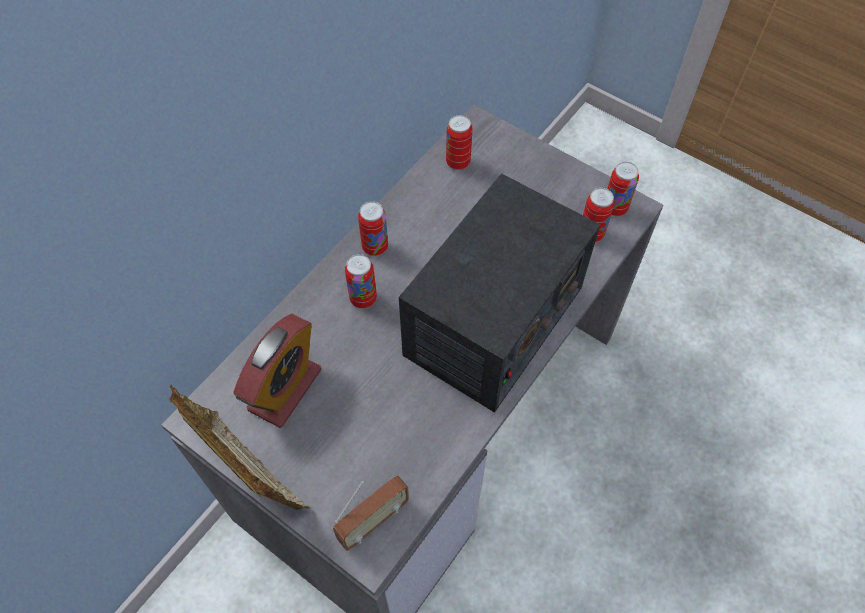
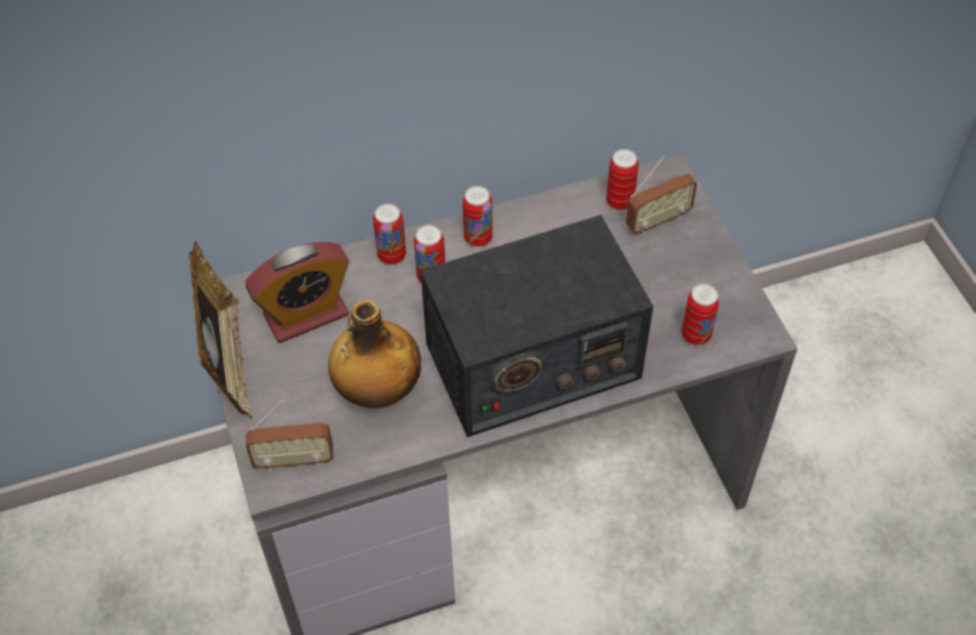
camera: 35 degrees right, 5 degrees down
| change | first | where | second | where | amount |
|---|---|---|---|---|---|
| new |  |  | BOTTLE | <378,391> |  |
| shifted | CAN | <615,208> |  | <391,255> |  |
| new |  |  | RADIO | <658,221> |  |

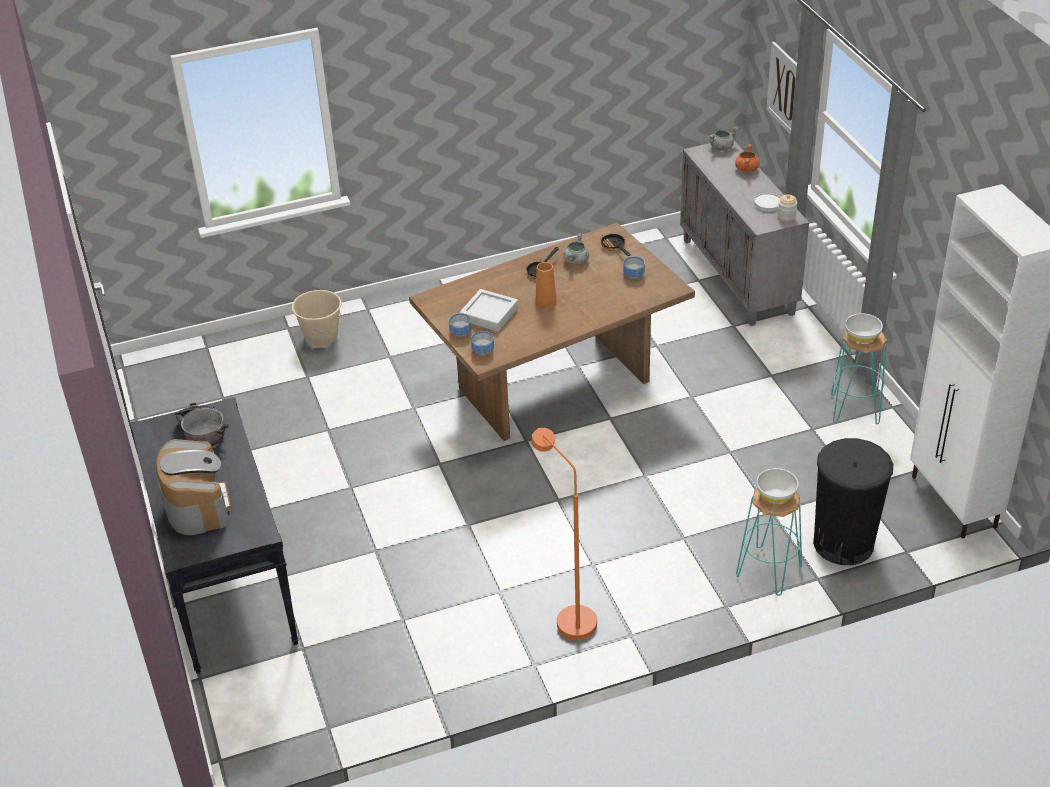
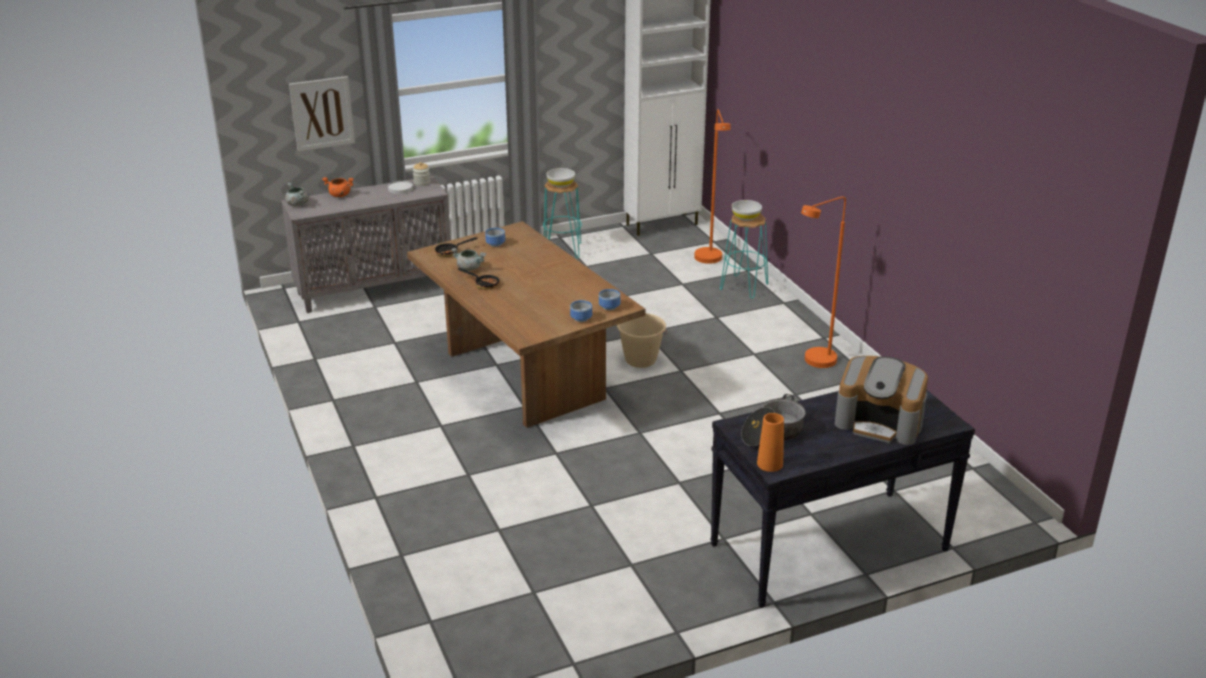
camera: 95 degrees left, 10 degrees down
| change | first | where | second | where | amount |
|---|---|---|---|---|---|
| shifted | BEIGE BUCKET | <321,337> |  | <640,360> |  |
| swapped | BLACK TRASH CAN | <843,543> | ORANGE FLOOR LAMP | <710,261> |  |
| shifted | ORANGE VASE | <546,302> |  | <770,464> |  |
| rotated | COFFEE MACHINE | <197,504> |  | <879,422> | 135 degrees counterclockwise |
| gone | GREY TRAY | <489,314> |  |  |  |

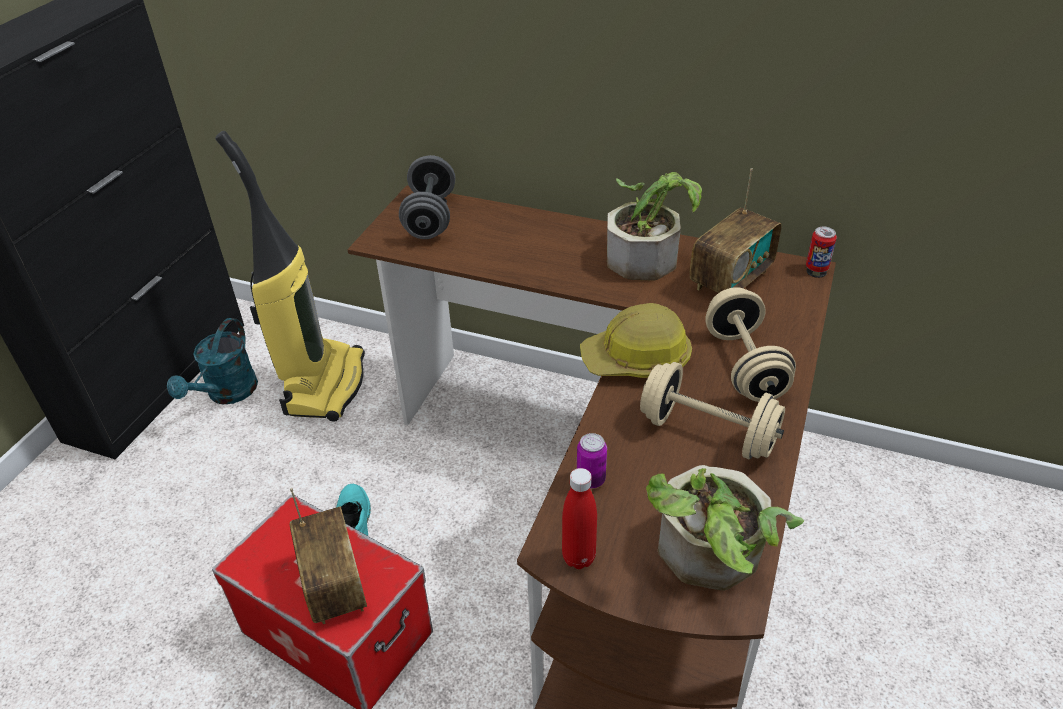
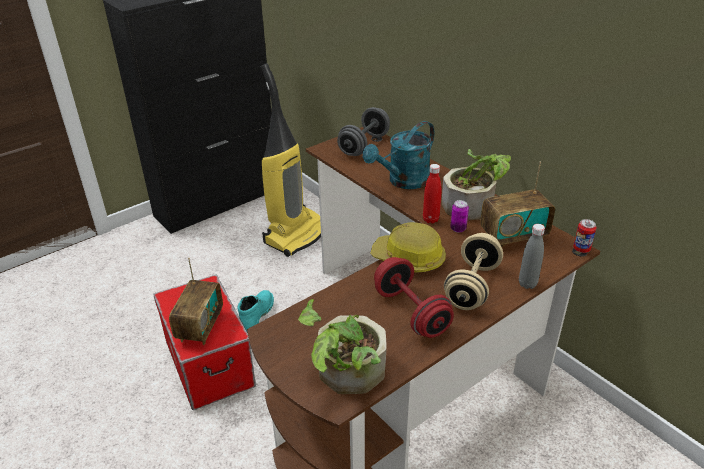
camera: 30 degrees right, 5 degrees down
| change | first | where | second | where | amount |
|---|---|---|---|---|---|
| shifted | TURQUOISE WATERING CAN | <227,394> |  | <403,182> |  |
| repainted | BEIGE DUMBBELL | <707,433> | RED DUMBBELL | <411,312> |  |
| shifted | RED BOTTLE | <578,557> |  | <430,219> |  |
| shifted | CAN | <591,479> |  | <458,229> |  |
| new |  |  | GREY BOTTLE | <527,284> |  |

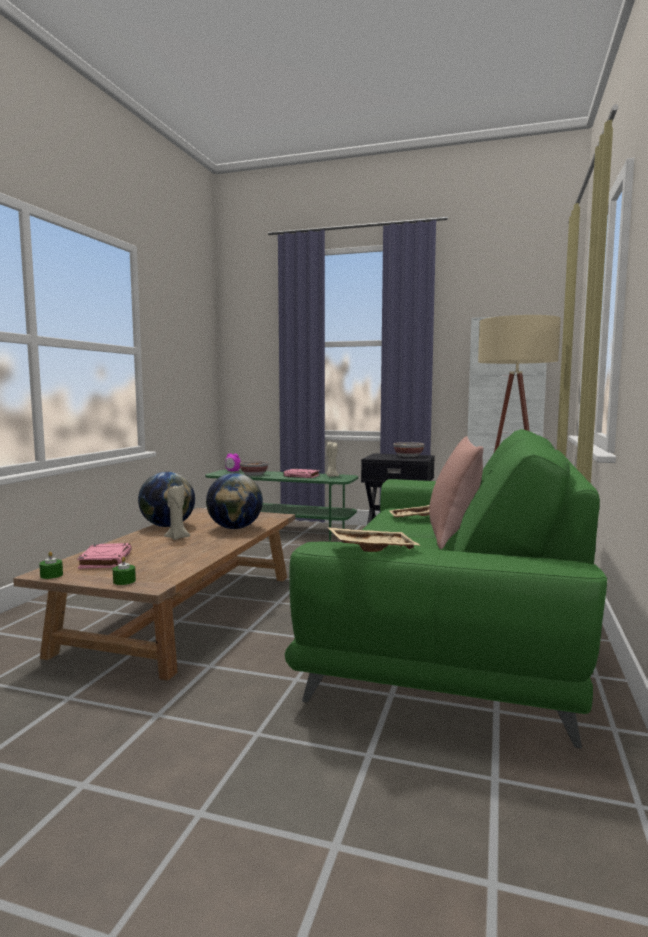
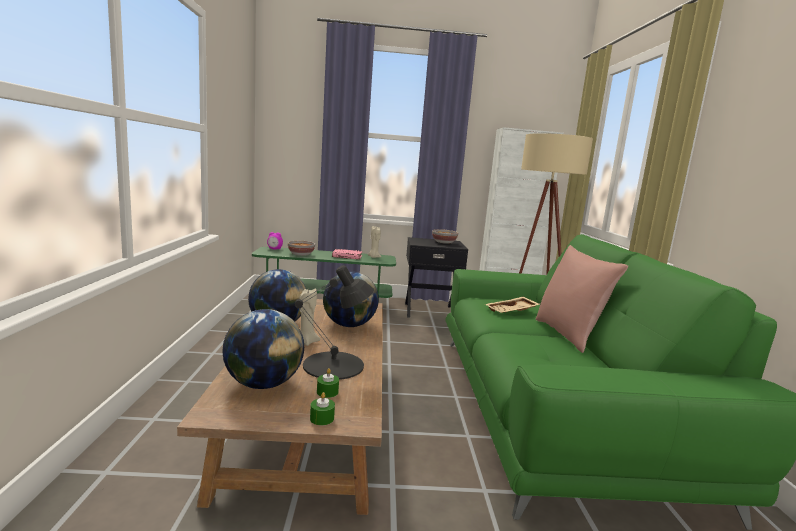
camera: 20 degrees left, 5 degrees up
| change | first | where | second | where | amount |
|---|---|---|---|---|---|
| swapped | PINK BOOK | <105,560> | GLOBE | <263,384> |  |
| new |  |  | BLACK TABLE LAMP | <334,365> |  |
| shifted | GREEN CANDLE | <51,575> |  | <327,392> |  |
| gone | BEIGE TRAY | <372,548> |  |  |  |

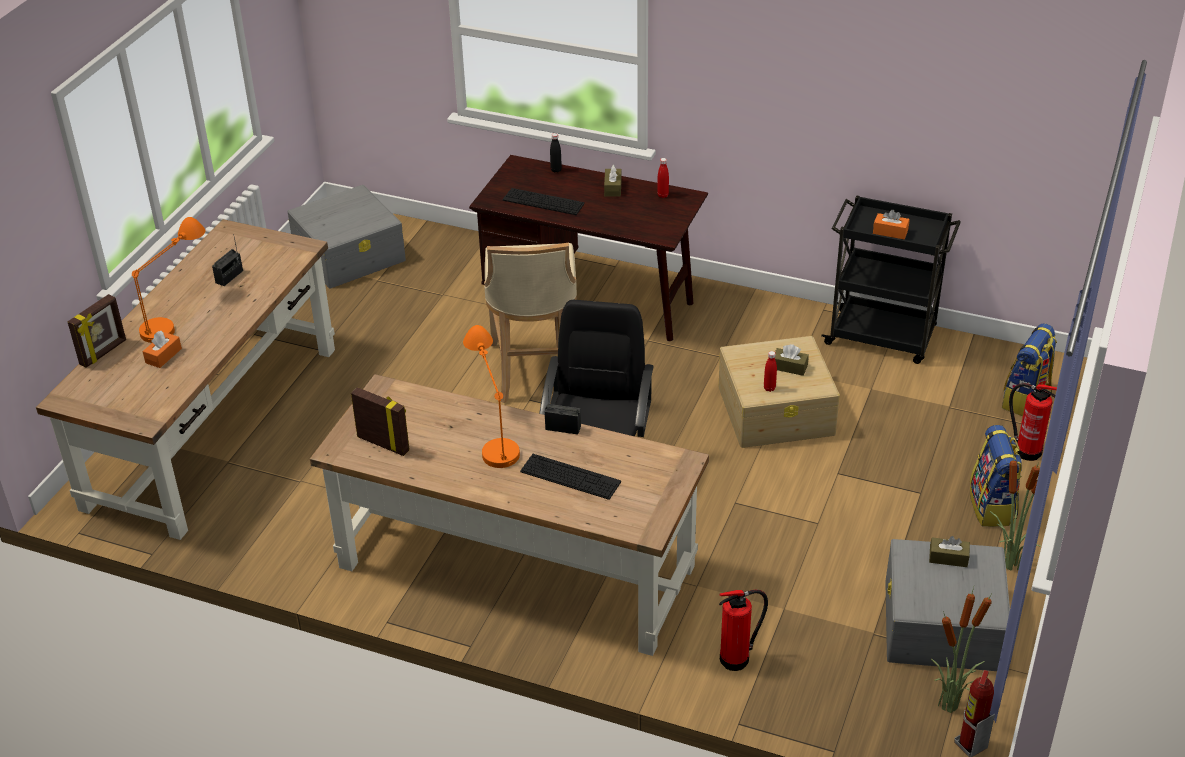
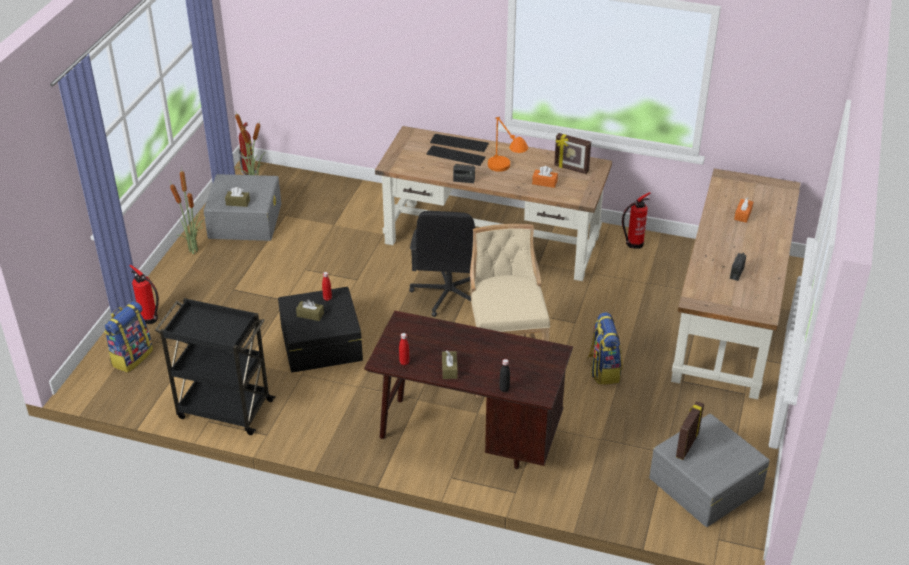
camera: 175 degrees right, 0 degrees up
| change | first | where | second | where | amount |
|---|---|---|---|---|---|
| repainted | BEIGE STORAGE BOX | <777,410> | BLACK STORAGE BOX | <320,343> |  |
| shifted | KEYBOARD | <543,202> |  | <459,143> |  |
| shifted | ORANGE TISSUE BOX | <890,232> |  | <544,182> |  |
| shifted | BACKPACK | <992,507> |  | <603,370> |  |
| shifted | FIRE EXTINGUISHER | <737,658> |  | <633,244> |  |
| shifted | PICTURE FRAME | <103,353> |  | <686,445> |  |
| gone | ORANGE TABLE LAMP | <177,315> |  |  |  |

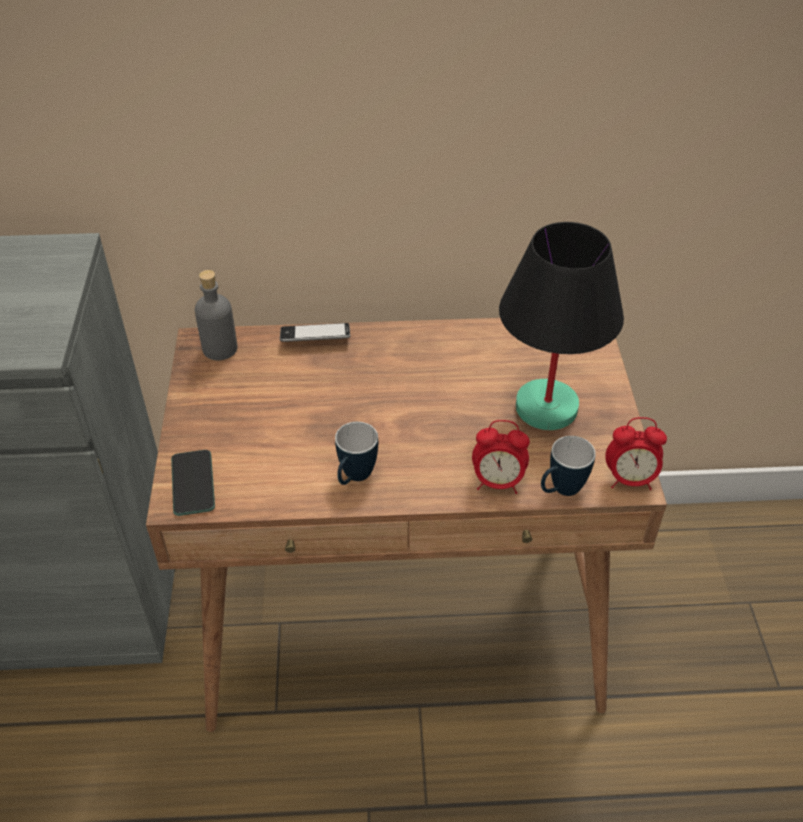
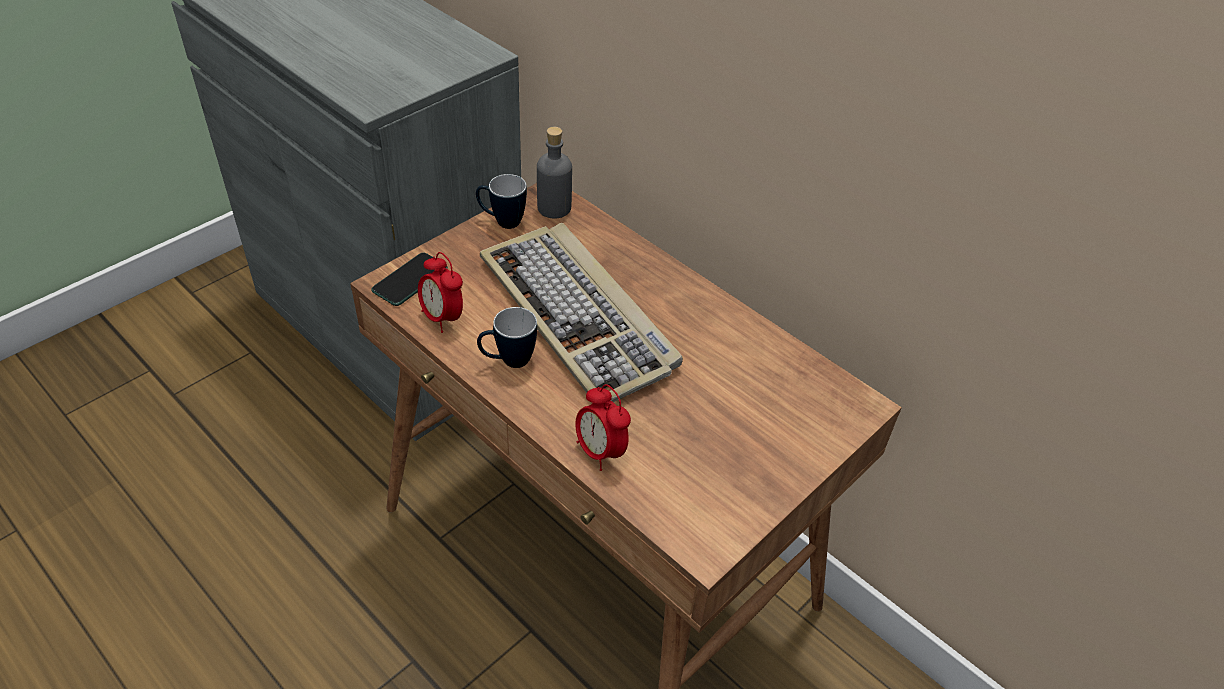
camera: 45 degrees right, 0 degrees up
| change | first | where | second | where | amount |
|---|---|---|---|---|---|
| shifted | ALARM CLOCK | <629,480> |  | <442,318> |  |
| shifted | MUG | <560,491> |  | <502,221> |  |
| new |  |  | KEYBOARD | <579,316> |  |
| gone | PHONE | <315,337> |  |  |  |
| gone | BLACK TABLE LAMP | <545,408> |  |  |  |

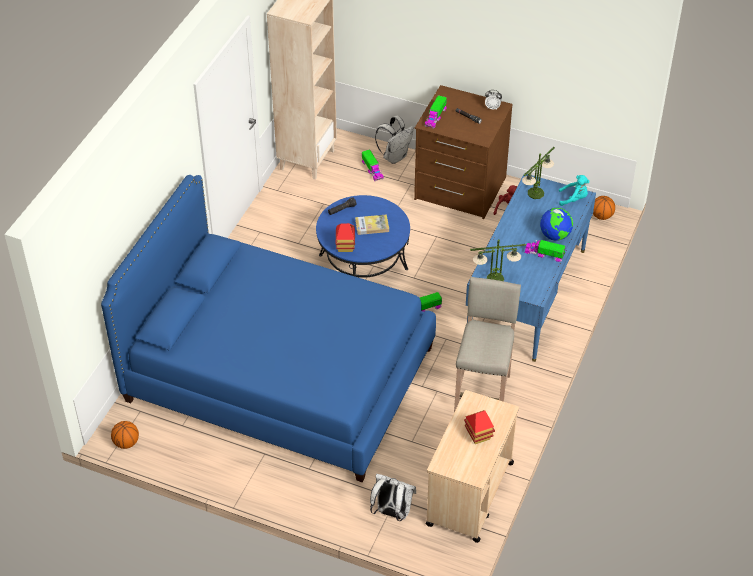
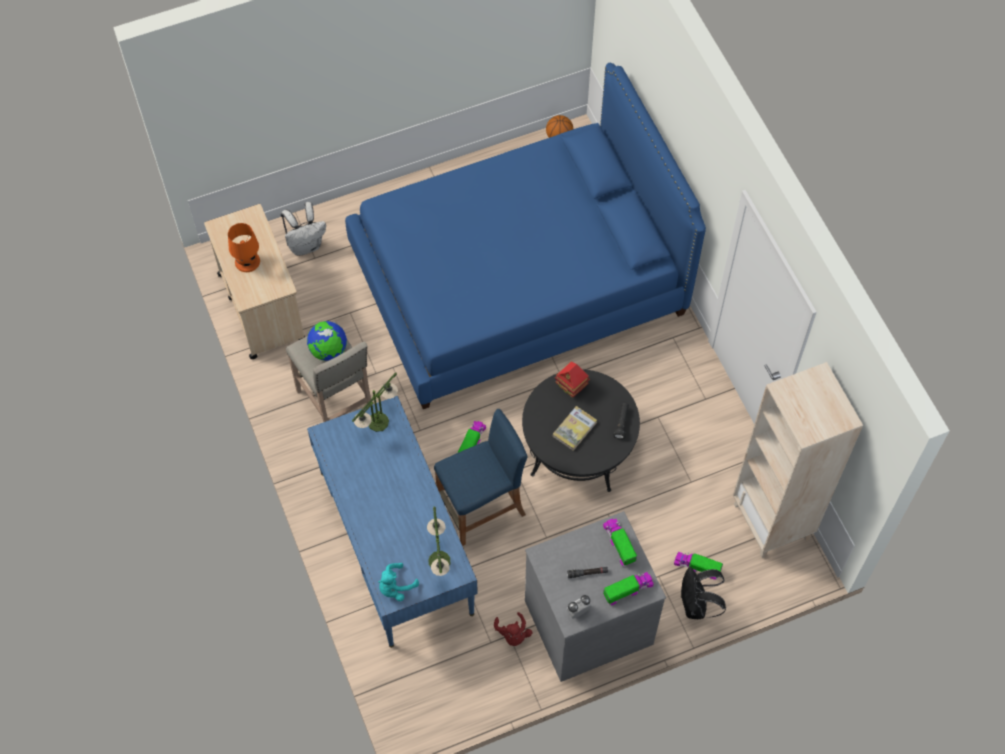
camera: 135 degrees right, 15 degrees up
| change | first | where | second | where | amount |
|---|---|---|---|---|---|
| swapped | TOY HOUSE | <478,435> | ORANGE TABLE LAMP | <247,261> |  |
| shifted | GLOBE | <555,235> |  | <328,350> |  |
| new |  |  | BLUE STOOL | <481,508> |  |
| repainted | BLUE COFFEE TABLE | <363,262> | BLACK COFFEE TABLE | <578,447> |  |
| repainted | BROWN DRESSER | <459,189> | GREY DRESSER | <587,620> |  |
| shifted | TOY TRUCK | <544,254> |  | <627,590> |  |
| repainted | WHITE BACKPACK | <395,156> | BLACK BACKPACK | <696,606> |  |
| gone | BASKETBALL | <602,216> |  |  |  |

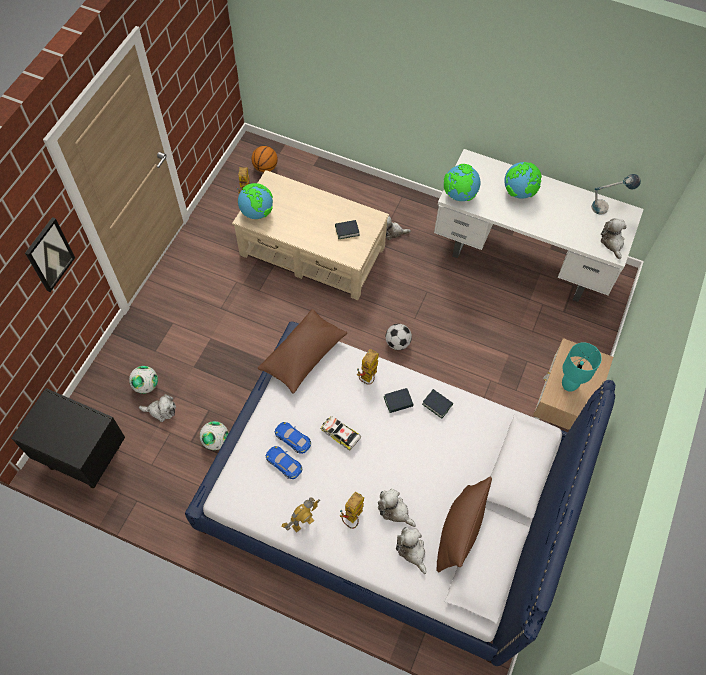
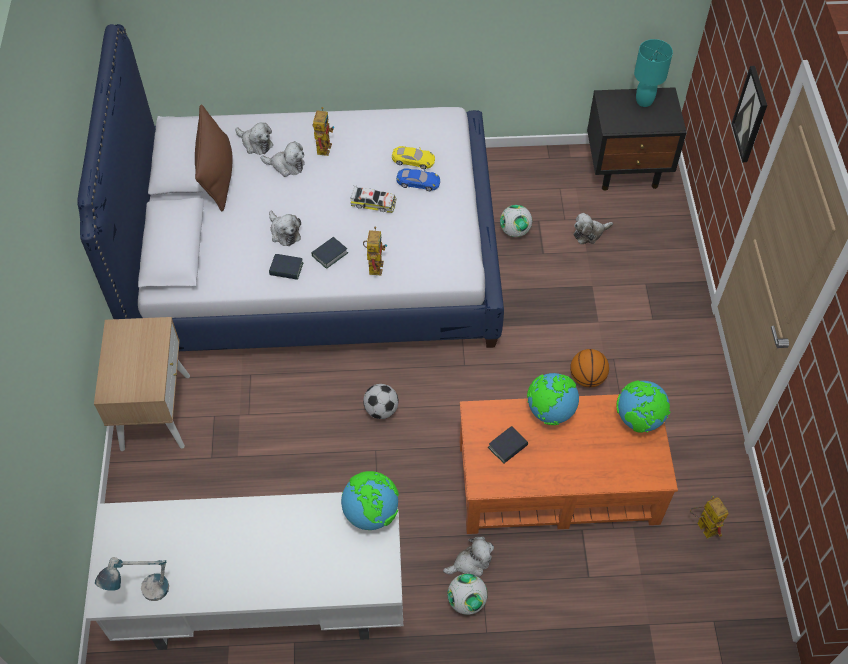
camera: 155 degrees right, 5 degrees down
| change | first | where | second | where | amount |
|---|---|---|---|---|---|
| shifted | PLUSH TOY | <612,242> |  | <284,232> |  |
| repainted | BLUE TOY CAR | <284,463> | YELLOW TOY CAR | <413,160> |  |
| shifted | FOOTBALL | <146,385> |  | <466,601> |  |
| repainted | BEIGE COFFEE TABLE | <312,252> | ORANGE COFFEE TABLE | <556,481> |  |
| shifted | GLOBE | <519,192> |  | <550,411> |  |
| shifted | BASKETBALL | <265,167> |  | <587,378> |  |
| shifted | TURQUOISE TABLE LAMP | <569,384> |  | <644,101> |  |
| gone | BROWN PILLOW | <303,356> |  |  |  |
| gone | TOY ROBOT | <302,522> |  |  |  |

